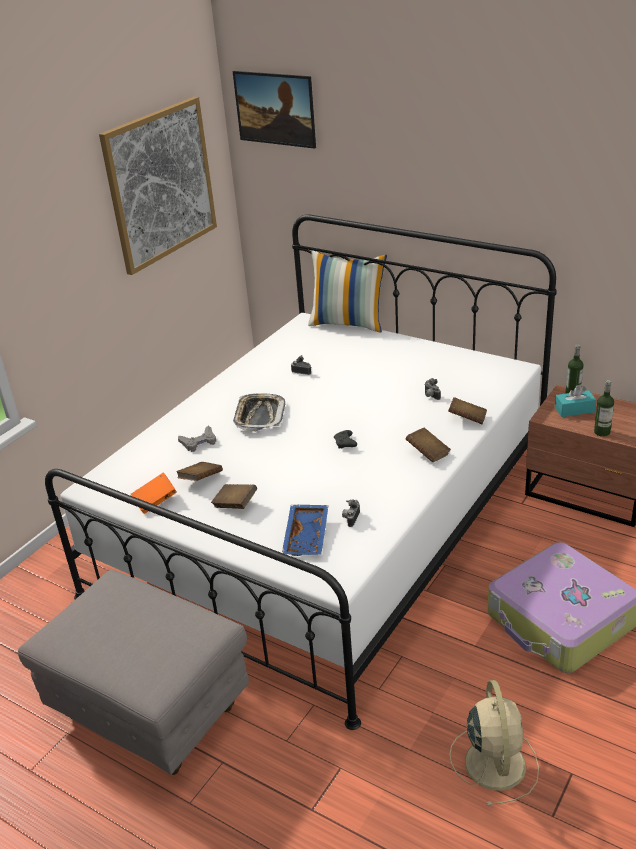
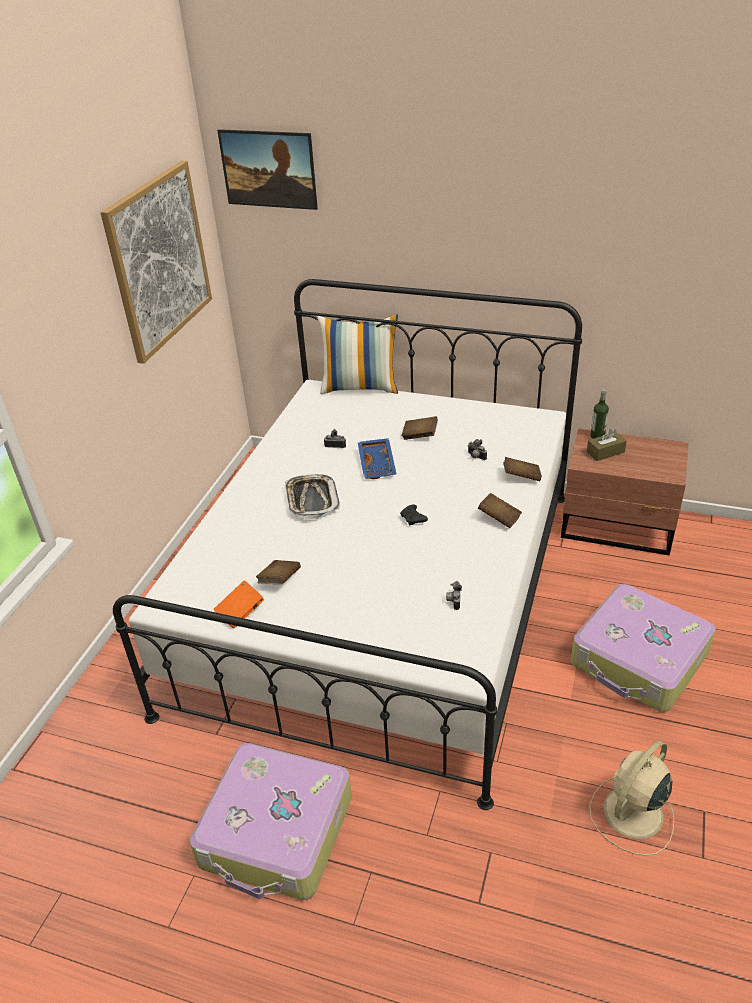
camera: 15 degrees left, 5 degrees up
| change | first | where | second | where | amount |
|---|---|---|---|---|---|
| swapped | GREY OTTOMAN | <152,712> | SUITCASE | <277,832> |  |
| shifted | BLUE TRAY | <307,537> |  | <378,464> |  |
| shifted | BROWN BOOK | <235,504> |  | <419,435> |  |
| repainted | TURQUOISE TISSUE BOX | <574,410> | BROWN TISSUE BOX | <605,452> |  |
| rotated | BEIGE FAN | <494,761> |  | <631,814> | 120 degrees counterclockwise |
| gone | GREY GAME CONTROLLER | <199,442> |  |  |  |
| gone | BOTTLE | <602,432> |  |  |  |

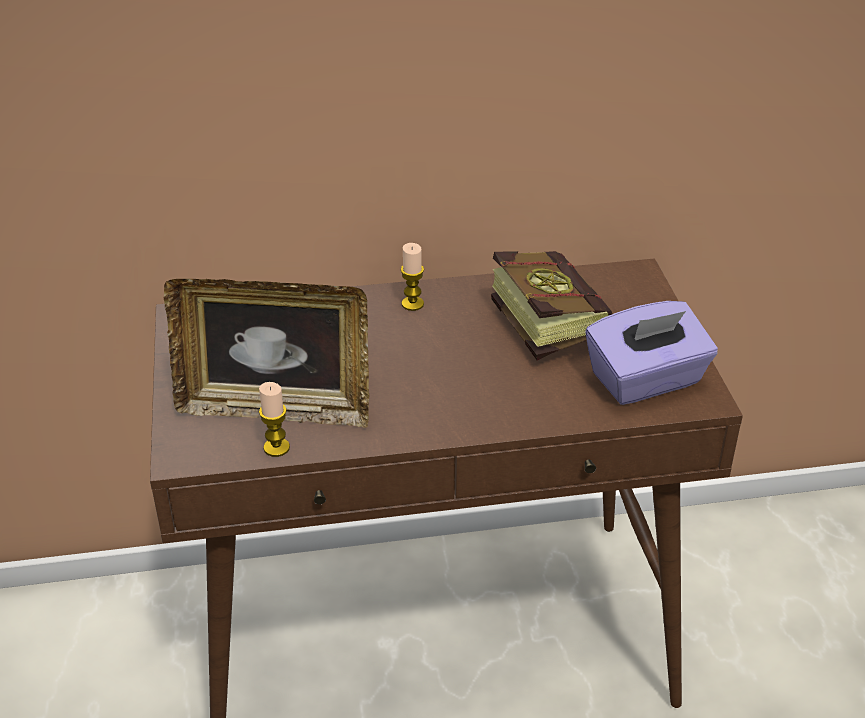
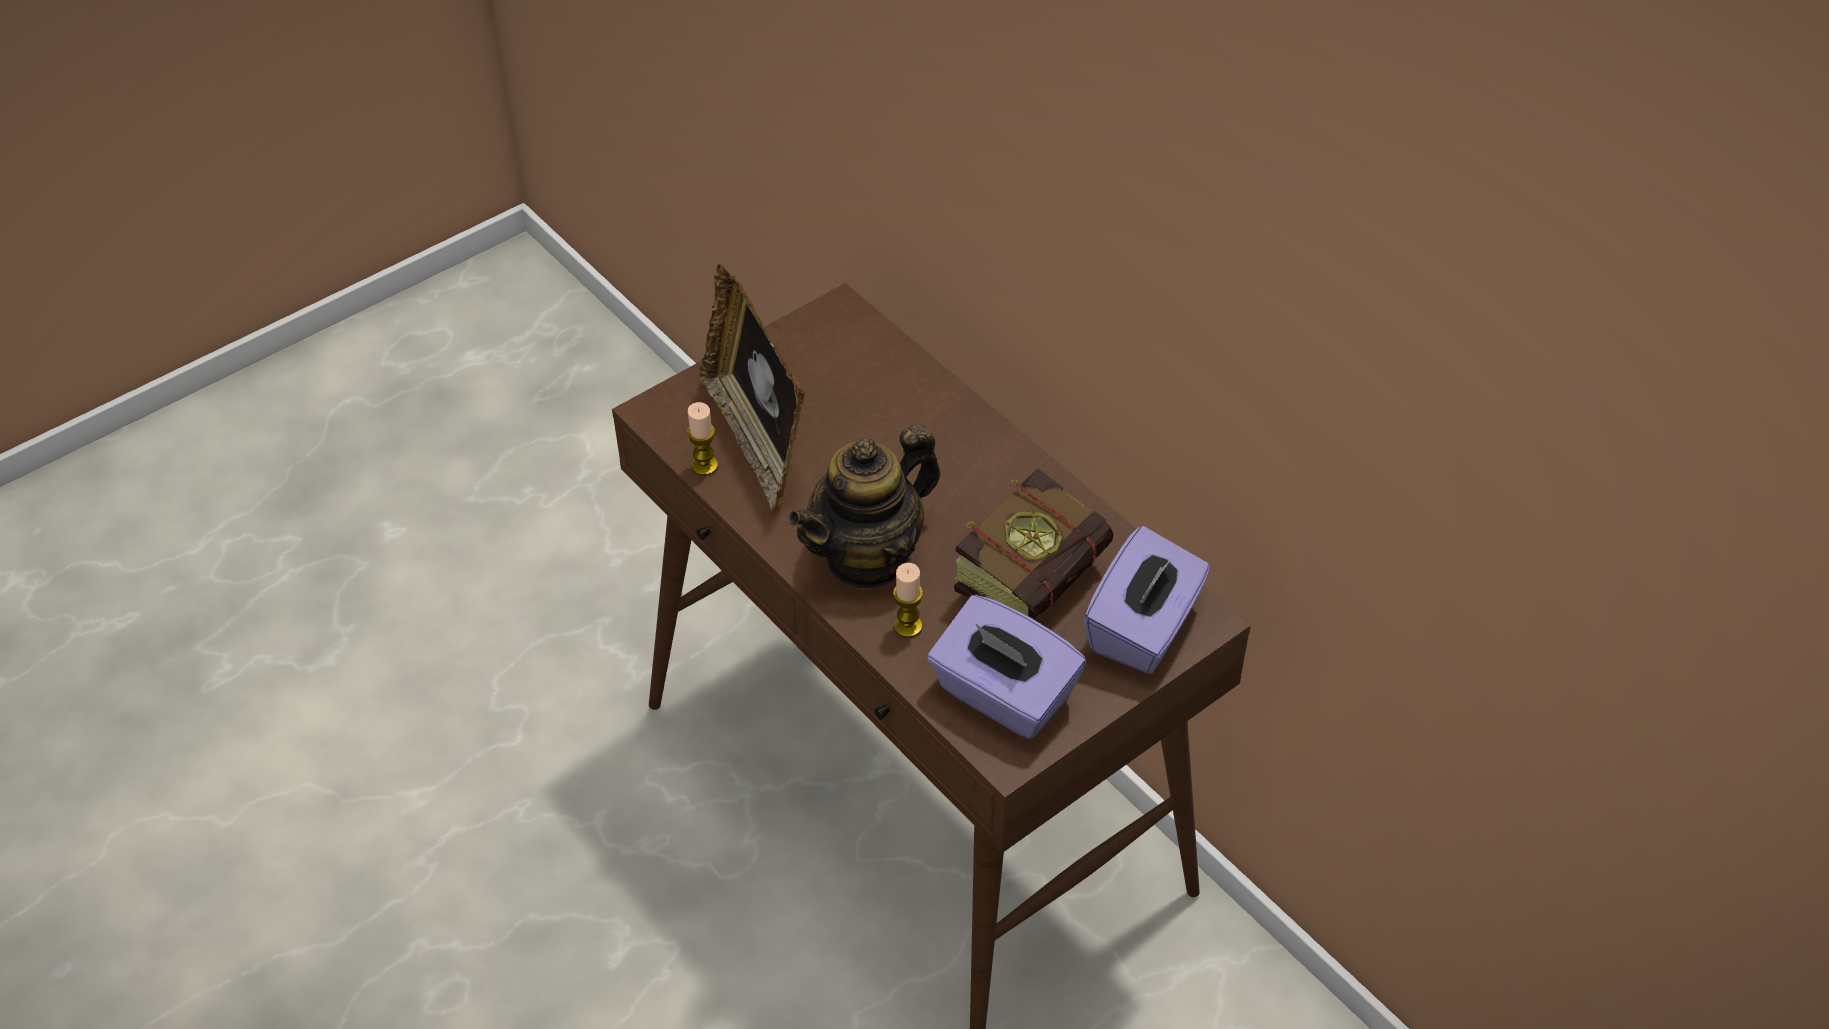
camera: 60 degrees right, 10 degrees up
| change | first | where | second | where | amount |
|---|---|---|---|---|---|
| new |  |  | TEAPOT | <869,557> |  |
| shifted | CANDLE | <412,304> |  | <908,626> |  |
| new |  |  | PURPLE TISSUE BOX | <1144,629> |  |

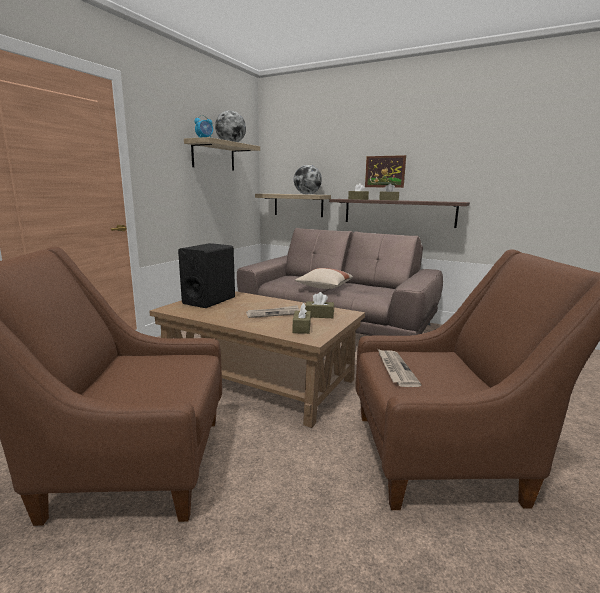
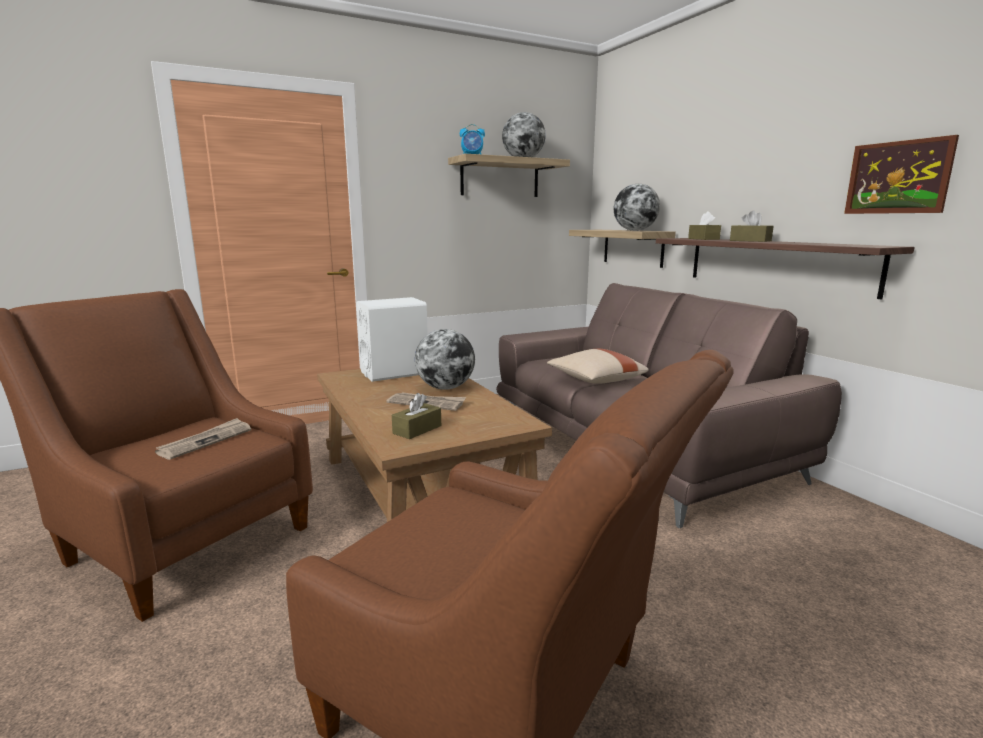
camera: 35 degrees right, 0 degrees up
| change | first | where | second | where | amount |
|---|---|---|---|---|---|
| shifted | NEWSPAPER | <395,369> |  | <206,441> |  |
| repainted | BLACK SPEAKER | <209,300> | WHITE SPEAKER | <395,373> |  |
| new |  |  | GLOBE | <445,388> |  |
| shifted | PICTURE | <385,171> |  | <897,177> |  |
| gone | BROWN TISSUE BOX | <319,315> |  |  |  |

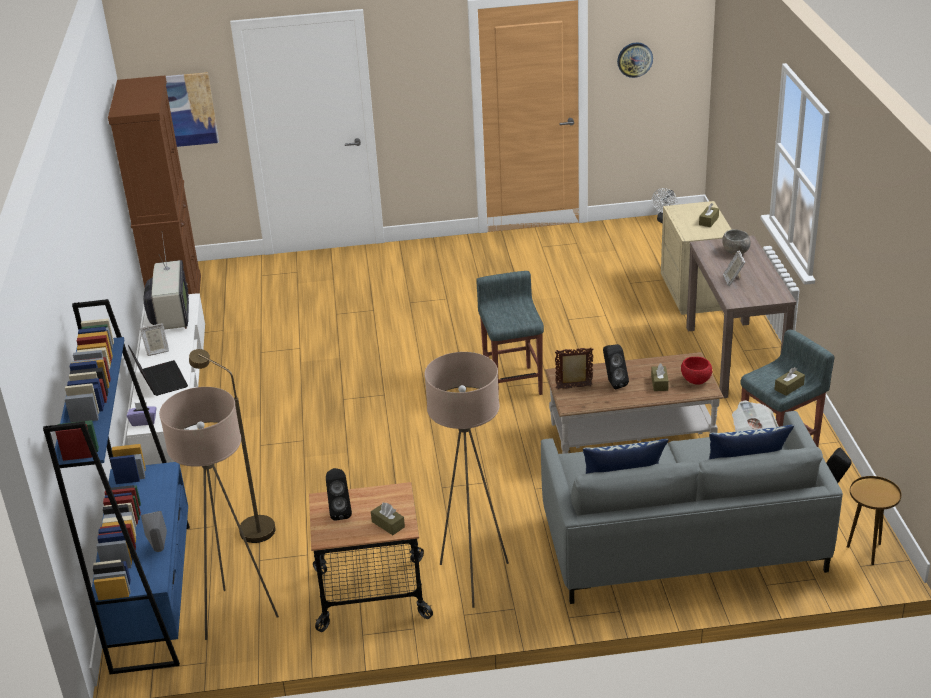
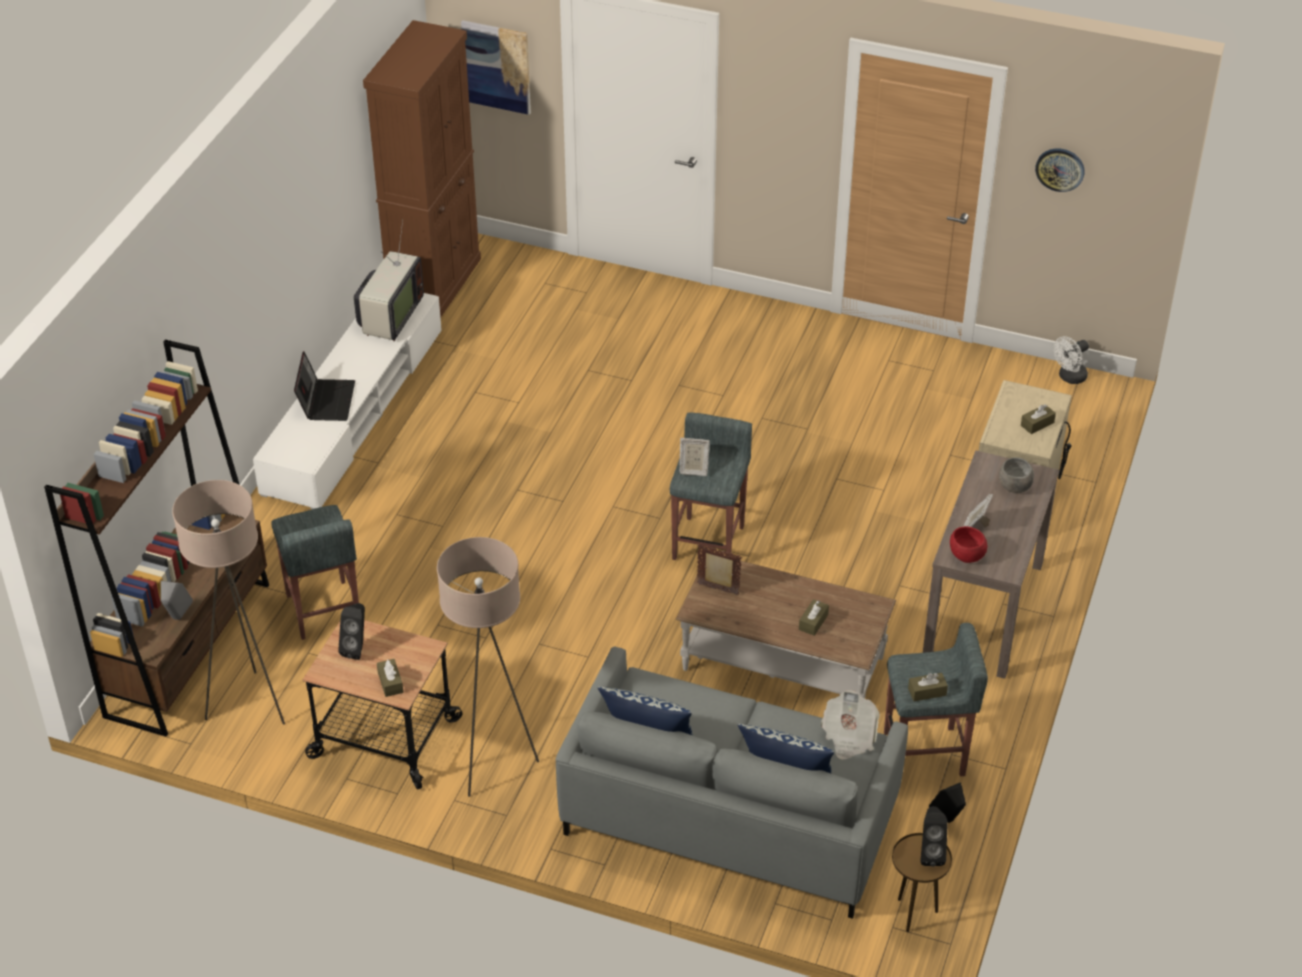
camera: 25 degrees right, 10 degrees up
| change | first | where | second | where | amount |
|---|---|---|---|---|---|
| repainted | BLUE BOOKCASE | <152,595> | BROWN BOOKCASE | <189,649> |  |
| swapped | BROWN FLOOR LAMP | <249,527> | GREY STOOL | <323,610> |  |
| shifted | PICTURE FRAME | <156,351> |  | <693,469> |  |
| shifted | BLACK SPEAKER | <613,383> |  | <930,853> |  |
| shifted | RED BOWL | <696,381> |  | <967,556> |  |
| gone | PURPLE TISSUE BOX | <143,421> |  |  |  |

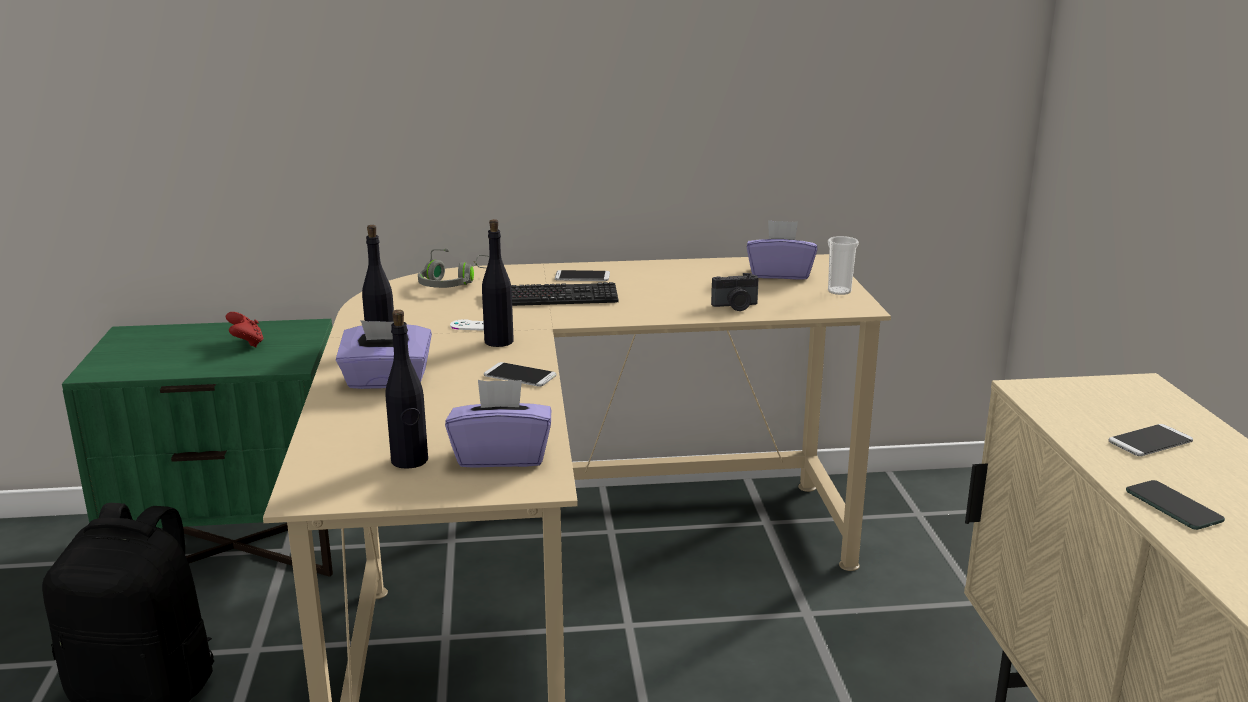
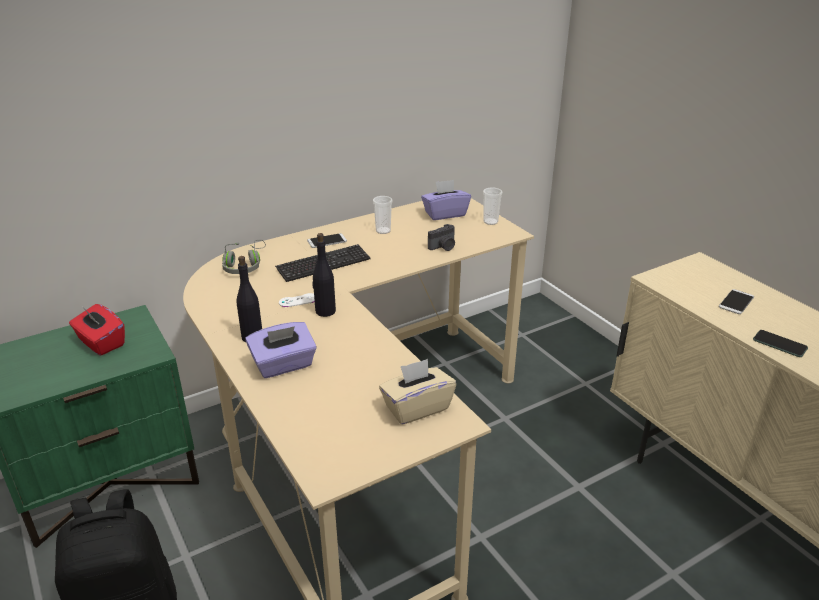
camera: 25 degrees left, 10 degrees up
| change | first | where | second | where | amount |
|---|---|---|---|---|---|
| swapped | RED GAME CONTROLLER | <246,343> | RED TISSUE BOX | <101,343> |  |
| new |  |  | CUP | <383,231> |  |
| repainted | PURPLE TISSUE BOX | <501,456> | BEIGE TISSUE BOX | <416,408> |  |
| gone | BLACK BOTTLE | <409,461> |  |  |  |
| gone | PHONE | <520,375> |  |  |  |

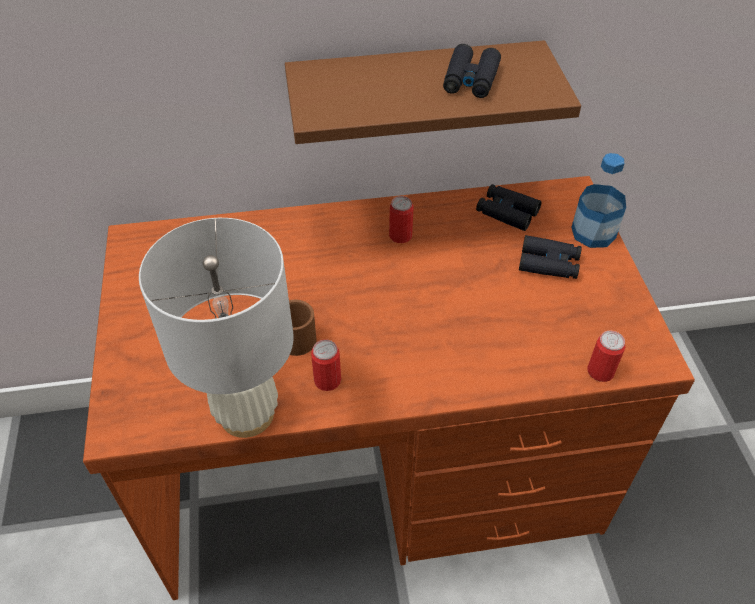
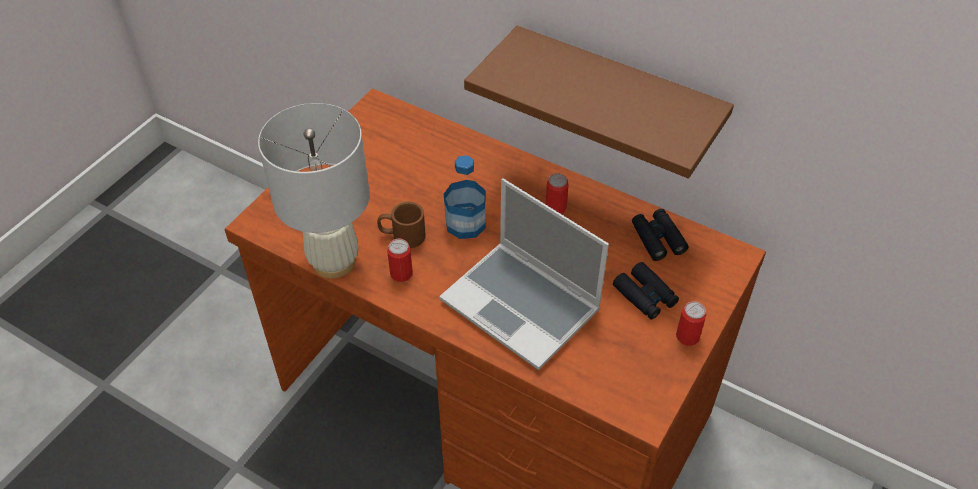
camera: 40 degrees right, 0 degrees up
| change | first | where | second | where | amount |
|---|---|---|---|---|---|
| new |  |  | LAPTOP | <523,306> |  |
| shifted | BOTTLE | <593,232> |  | <465,223> |  |
| shifted | CAN | <600,371> |  | <687,336> |  |
| gone | BLACK BINOCULARS | <470,80> |  |  |  |

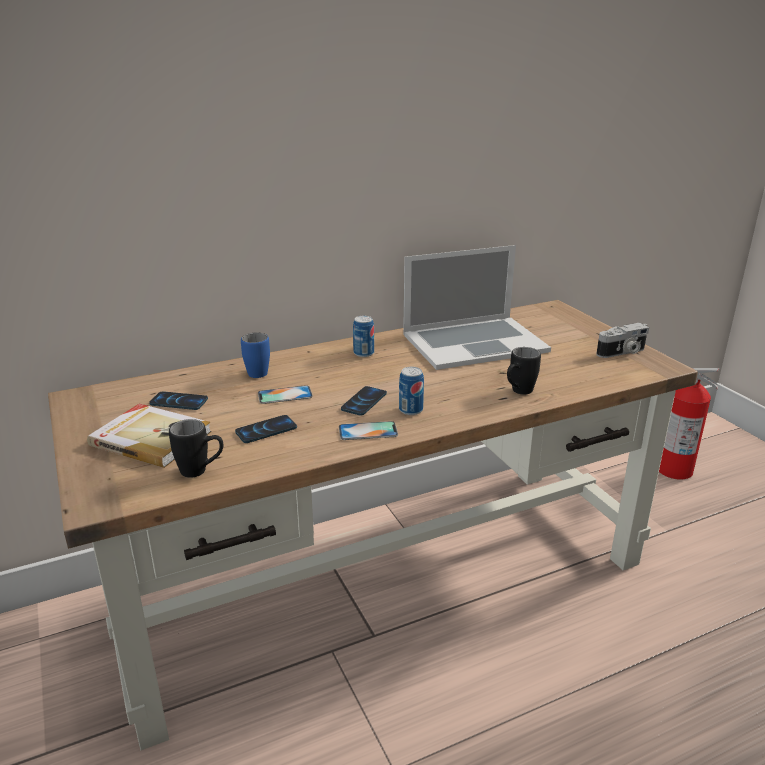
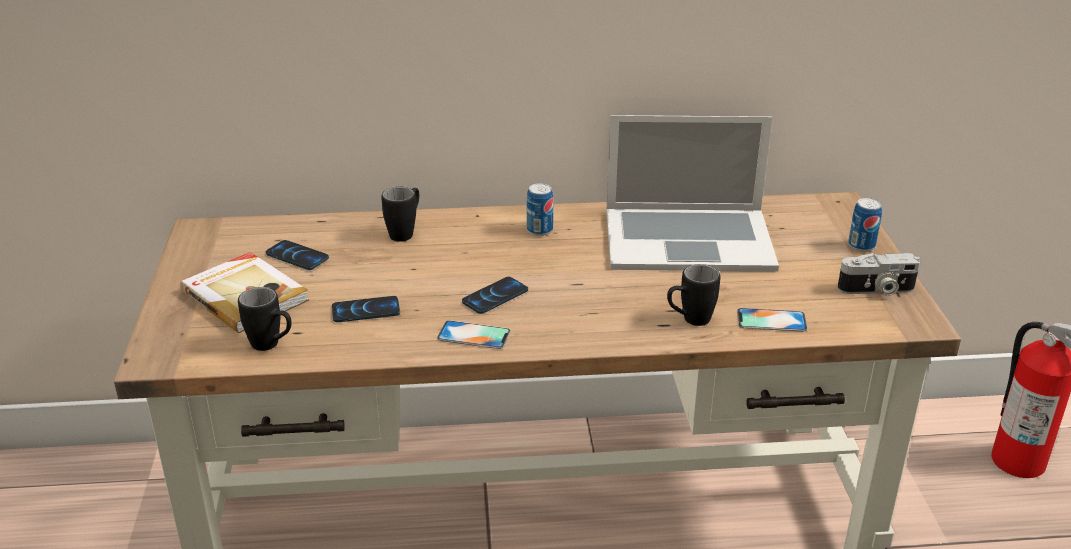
camera: 20 degrees right, 5 degrees up
| change | first | where | second | where | amount |
|---|---|---|---|---|---|
| repainted | BLUE MUG | <259,371> | BLACK MUG | <405,232> |  |
| shifted | PHONE | <285,395> |  | <771,320> |  |
| shifted | CAN | <410,410> |  | <861,245> |  |

